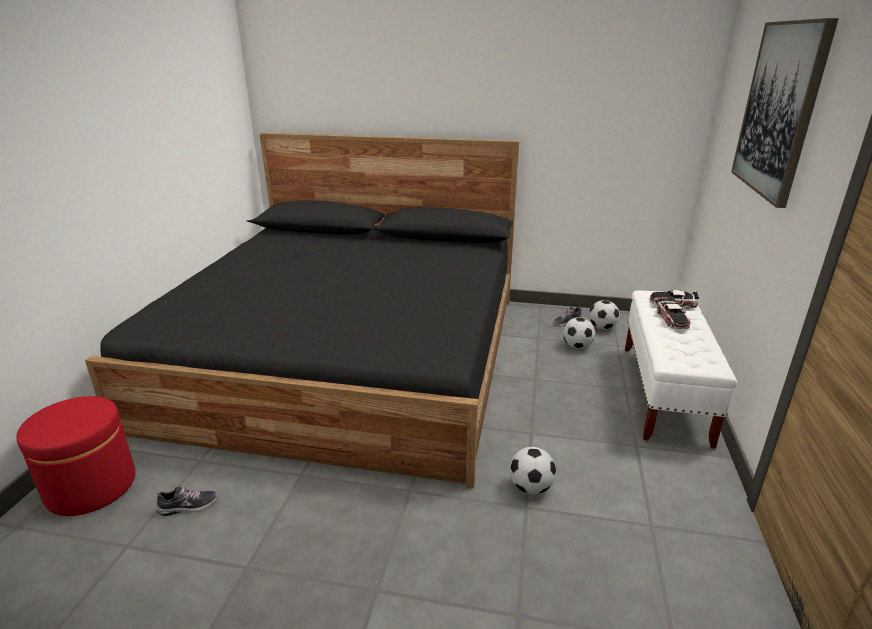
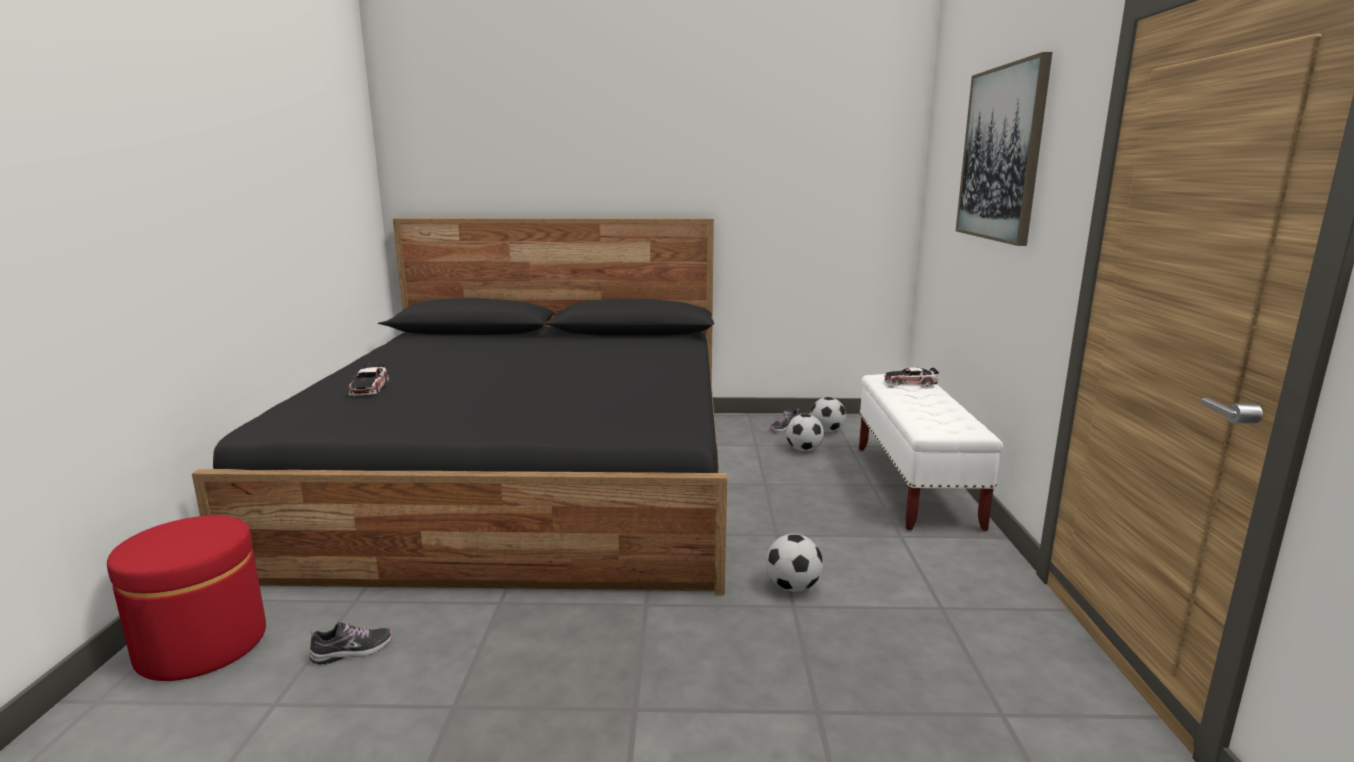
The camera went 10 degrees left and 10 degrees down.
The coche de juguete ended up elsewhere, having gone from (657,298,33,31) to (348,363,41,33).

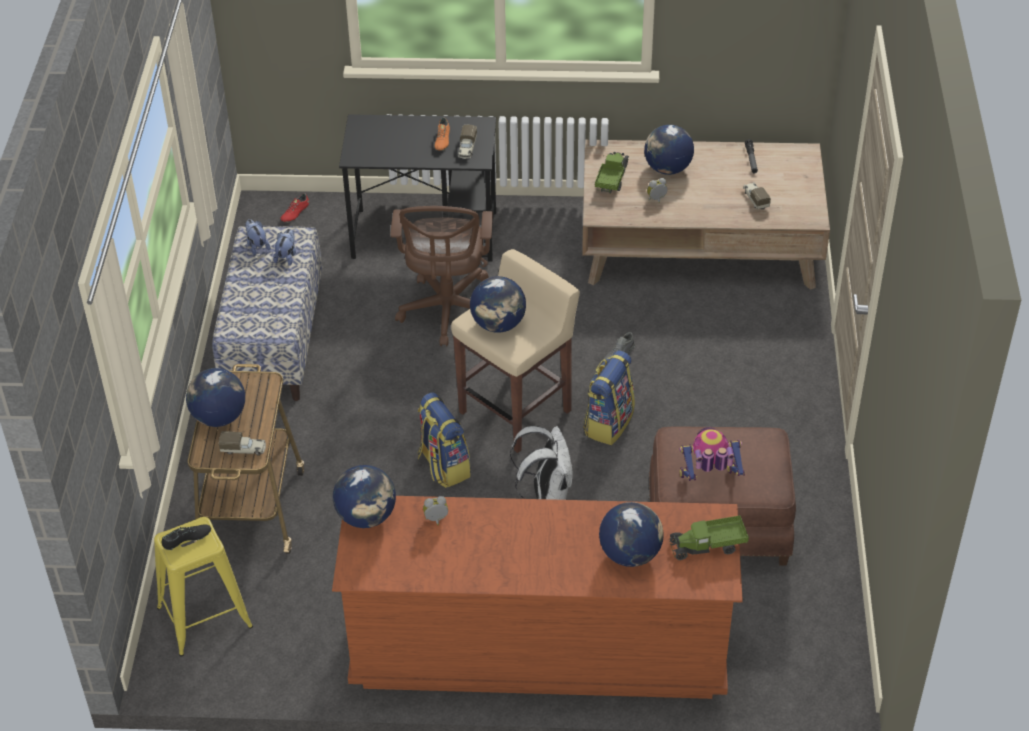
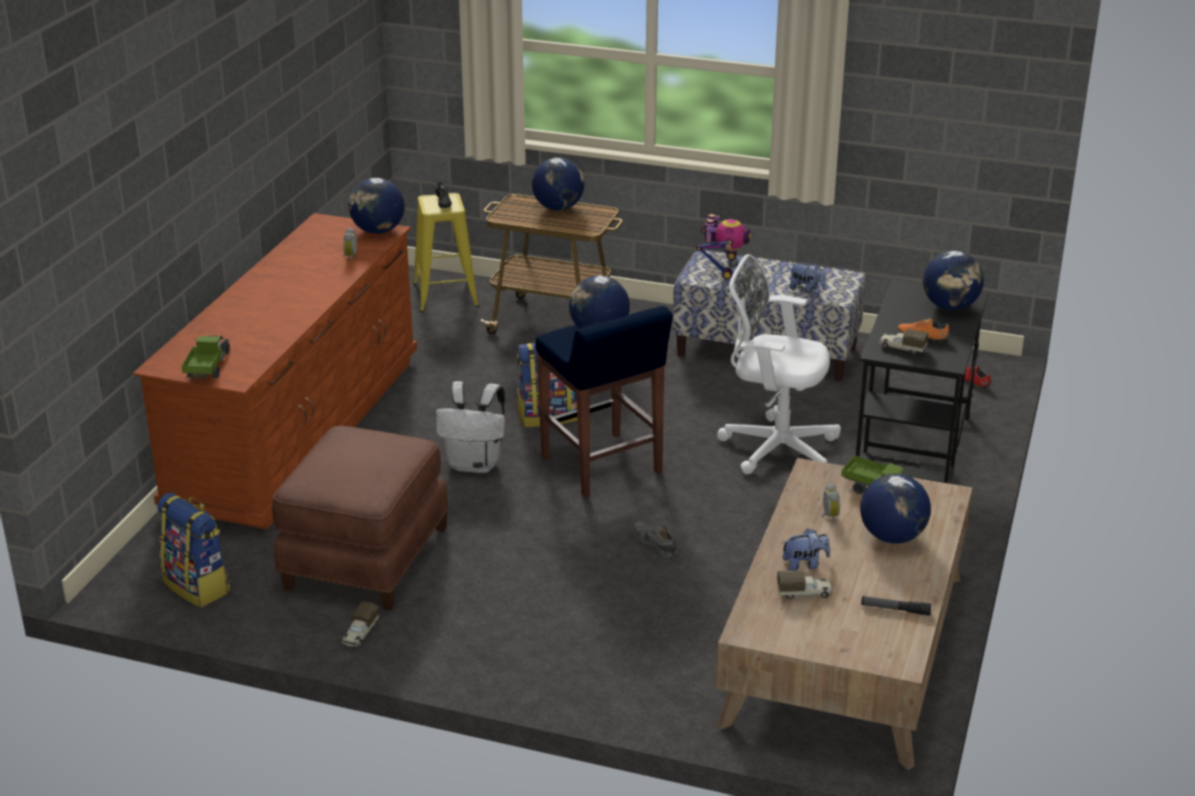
The camera went 105 degrees right and 15 degrees down.
The camión de juguete ended up elsewhere, having gone from (219,431,47,25) to (342,602,37,45).
The peluche ended up elsewhere, having gone from (245,219,25,36) to (782,528,48,43).
The mochila ended up elsewhere, having gone from (583,350,52,95) to (157,493,73,114).
The globo terráqueo ended up elsewhere, having gone from (599,502,65,65) to (923,251,61,59).
The robot de juguete ended up elsewhere, having gone from (679,427,66,54) to (696,214,55,65).
What was the silla de oficina (marrón) at (390,206,103,140) turned into the silla de oficina (blanco) at (717,254,124,221).
What was the taburete (beis) at (451,249,129,204) turned into the taburete (azul) at (535,306,138,192).

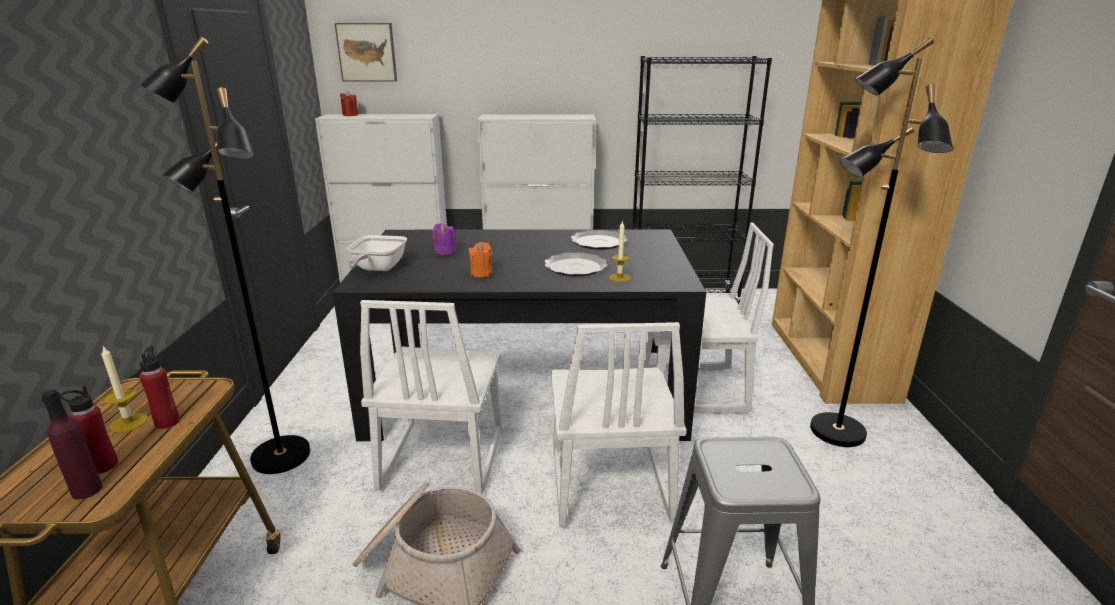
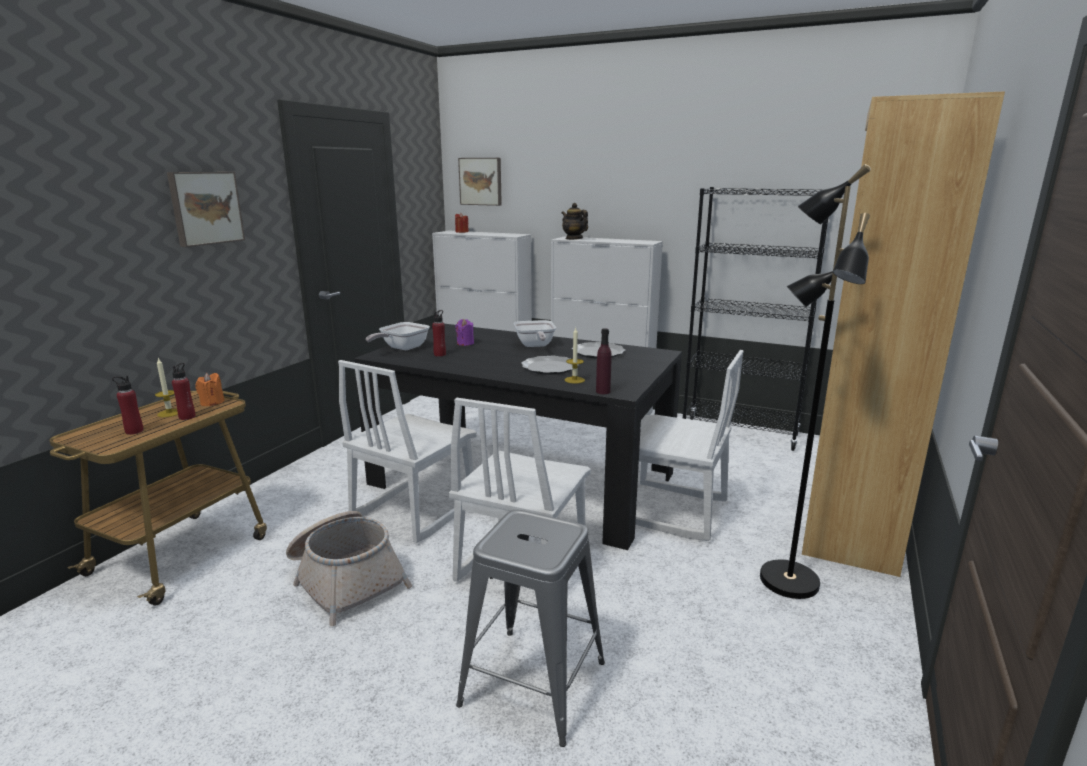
The camera went 25 degrees right and 5 degrees down.
The second view lost the lámpara de pie (negro) at (140,37,170,437).
The second view gained the cuadro at (167,172,78,75).
The second view gained the botella (rojo) at (432,310,14,47).
The second view gained the sartén at (514,320,42,27).
The second view gained the tetera at (562,203,26,37).
The botella (morado) ended up elsewhere, having gone from (41,389,61,110) to (596,328,16,66).
The vela (naranja) ended up elsewhere, having gone from (469,242,24,36) to (195,373,30,33).

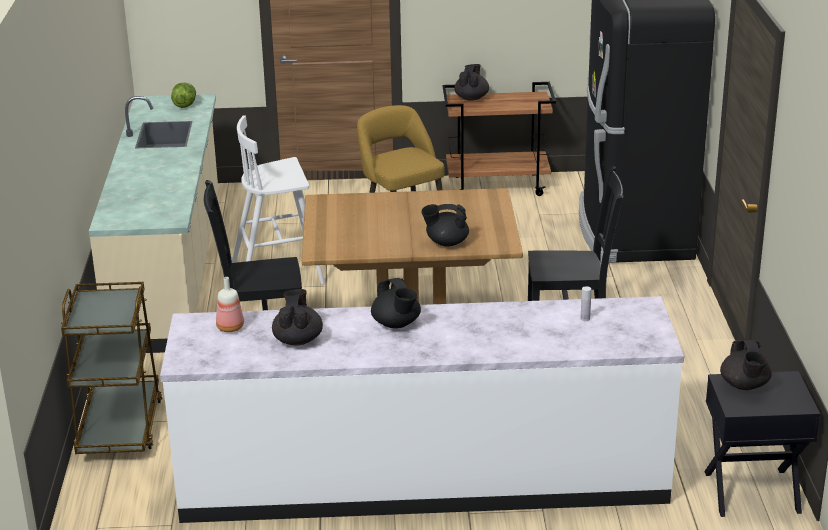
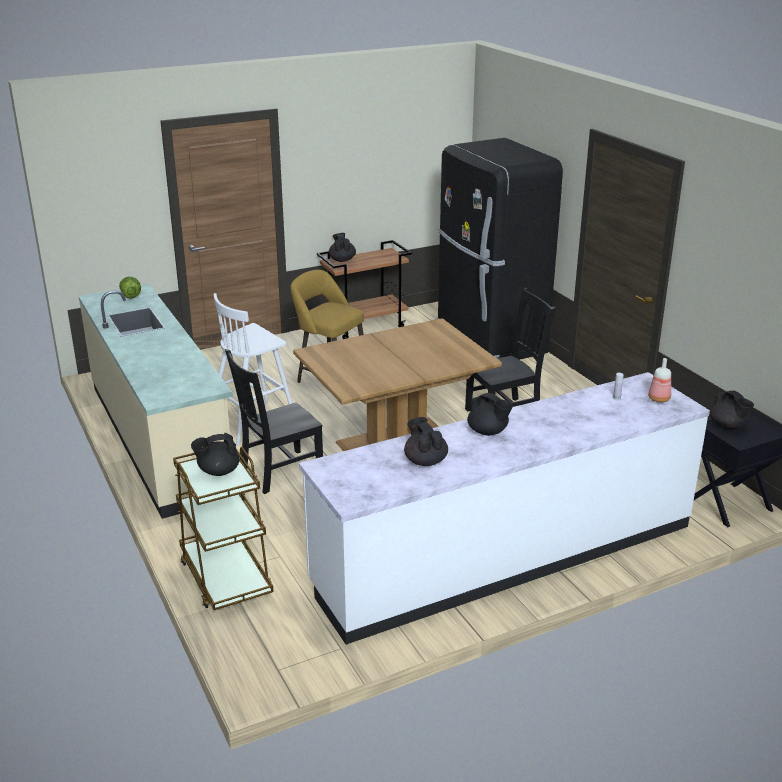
The camera went 25 degrees left and 0 degrees up.
The botella ended up elsewhere, having gone from (216,277,28,55) to (648,358,23,45).
The tetera (negro) ended up elsewhere, having gone from (421,204,48,43) to (191,433,49,43).

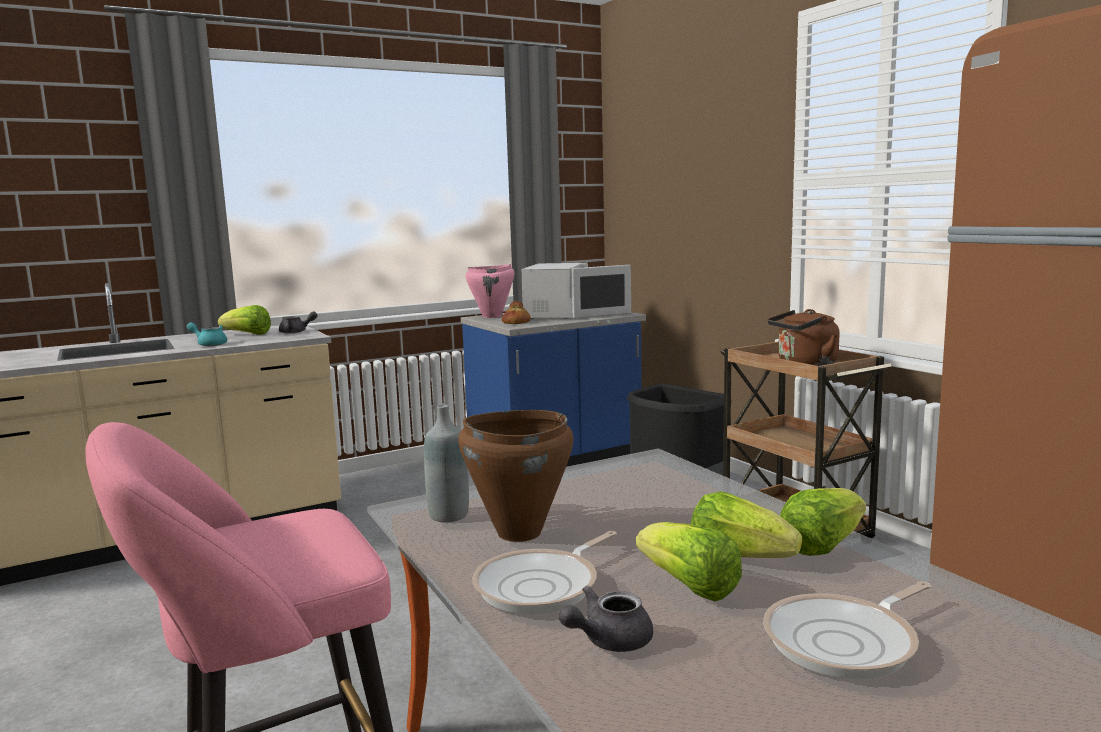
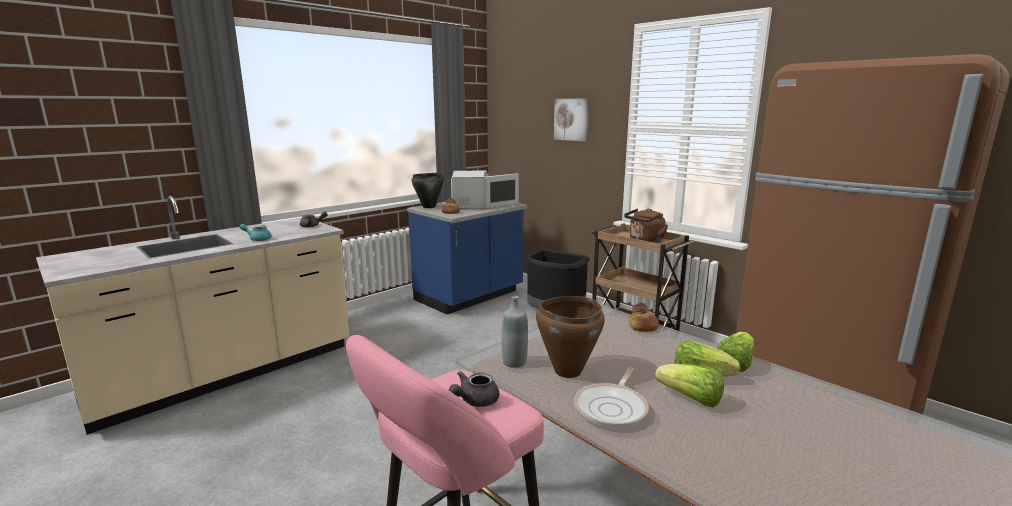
The camera went 15 degrees left and 5 degrees up.
The second view lost the lechuga at (218,305,53,30).
The second view lost the sartén at (763,581,168,99).
The second view gained the cuadro at (554,98,35,43).
The second view gained the pan at (628,303,31,29).
The tetera (gris) ended up elsewhere, having gone from (559,586,94,66) to (449,371,50,36).
What was the olla (rosa) at (466,264,48,54) turned into the olla (negro) at (411,173,33,35).

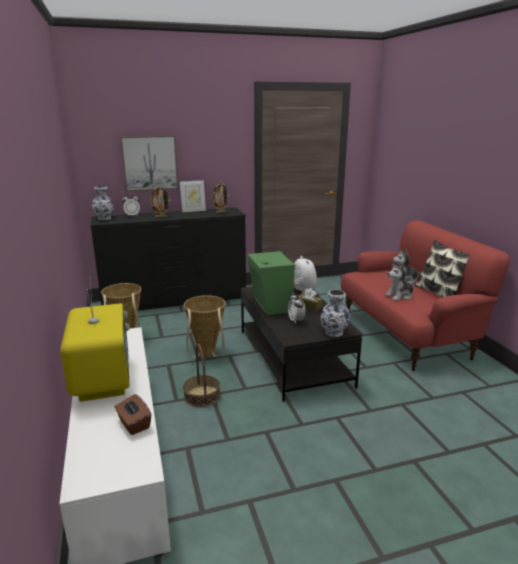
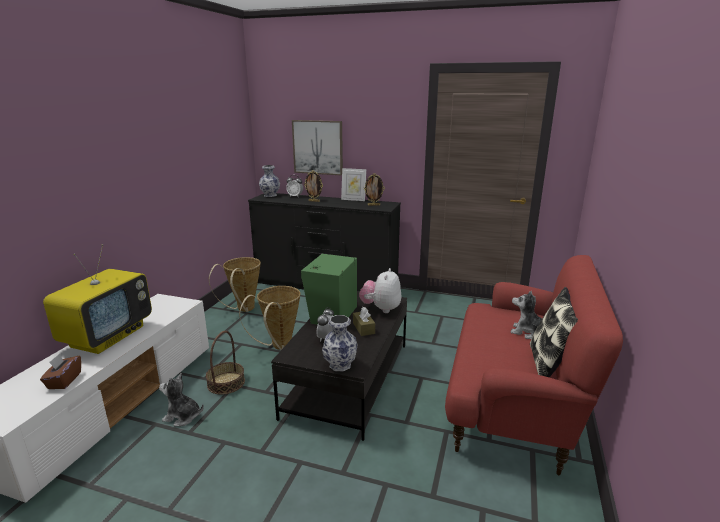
The camera went 35 degrees right and 0 degrees up.
The peluche ended up elsewhere, having gone from (385,263,31,38) to (159,373,45,53).

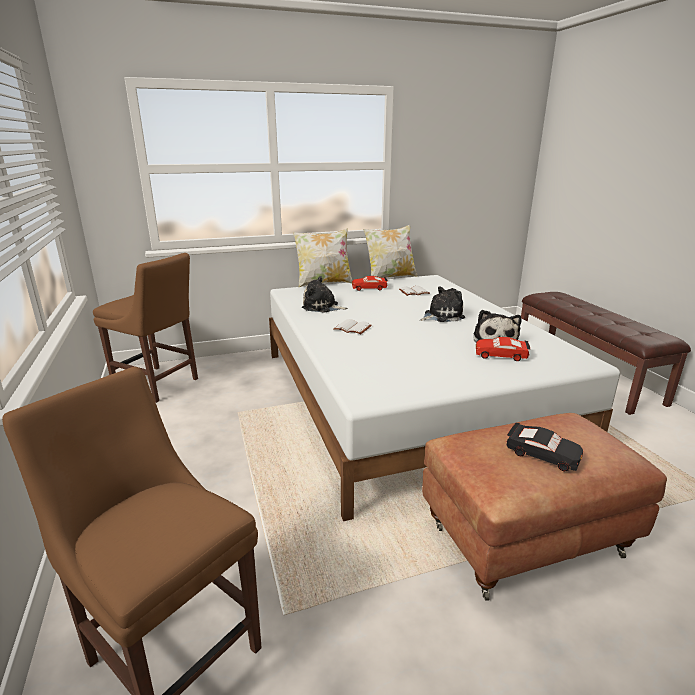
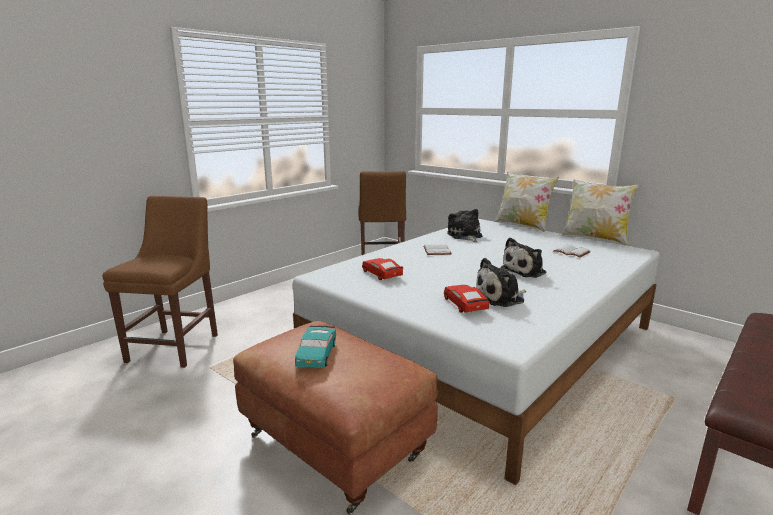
The camera went 60 degrees right and 5 degrees down.
The coche de juguete (rojo) ended up elsewhere, having gone from (352,276,36,15) to (362,258,41,22).
What was the coche de juguete (negro) at (506,423,77,48) turned into the coche de juguete (turquesa) at (295,326,41,42).
The peluche at (420,286,45,36) ended up facing another way, 105 degrees clockwise from before.

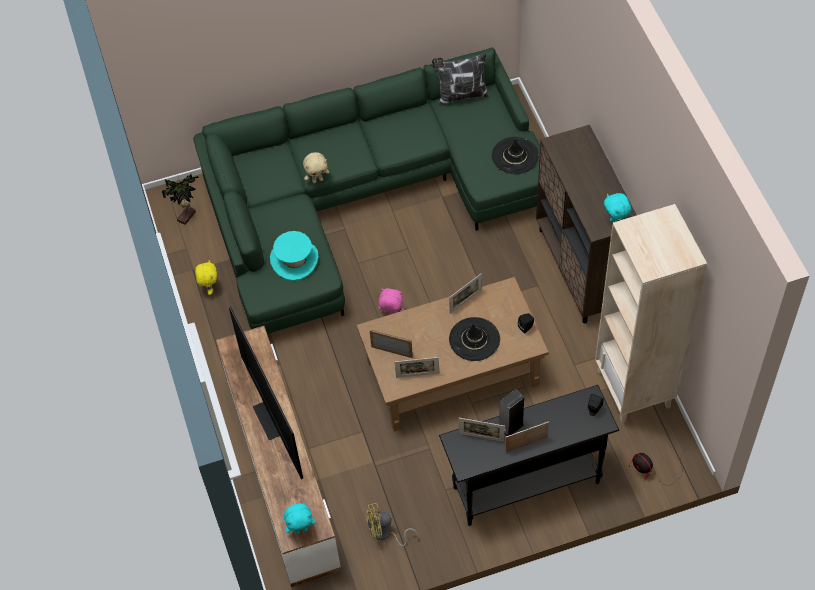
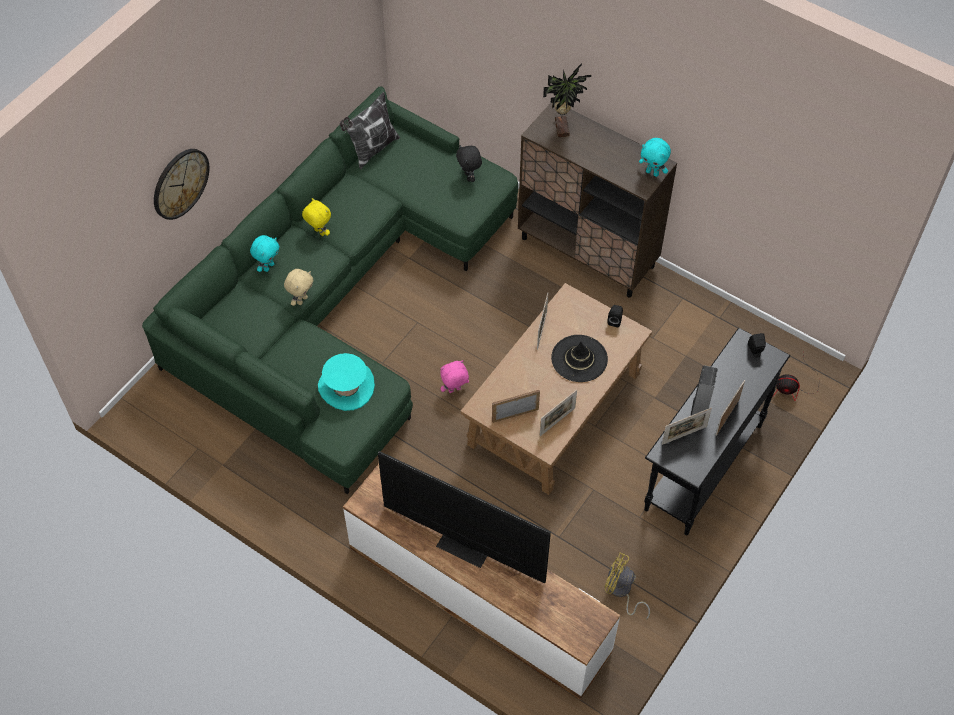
The camera went 40 degrees left and 0 degrees up.
The second view lost the estantería (beis) at (595,204,112,219).
The second view gained the reloj de pared at (154,149,55,71).
The planta en maceta ended up elsewhere, having gone from (162,174,37,51) to (543,63,49,74).
The peluche (amarillo) ended up elsewhere, having gone from (195,260,22,35) to (302,198,29,38).
The peluche (turquesa) ended up elsewhere, having gone from (284,503,31,31) to (250,235,30,37).
Where the sombrero (negro) stood at (492,137,47,37), the peluche (negro) came to stand at (456,145,26,37).
The ventilador (amarillo) at (365,503,54,43) ended up facing another way, 75 degrees clockwise from before.

